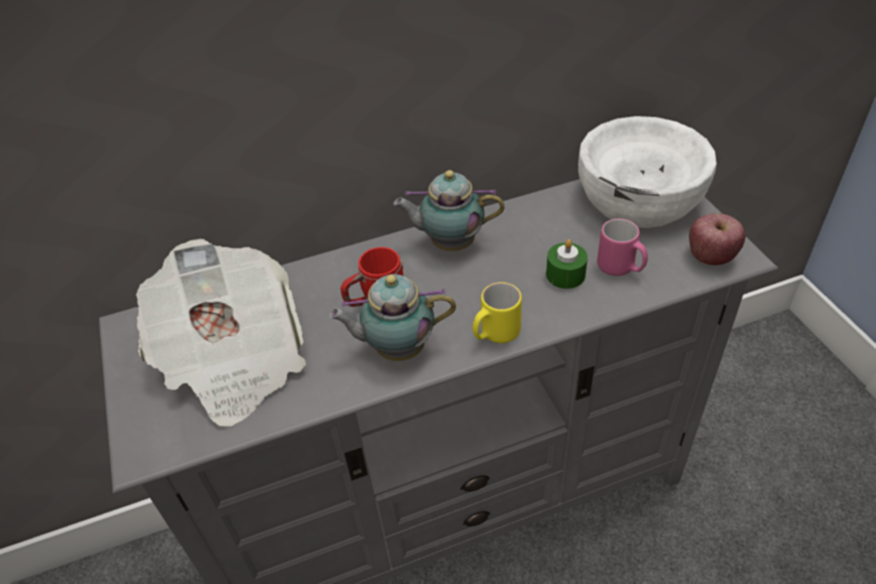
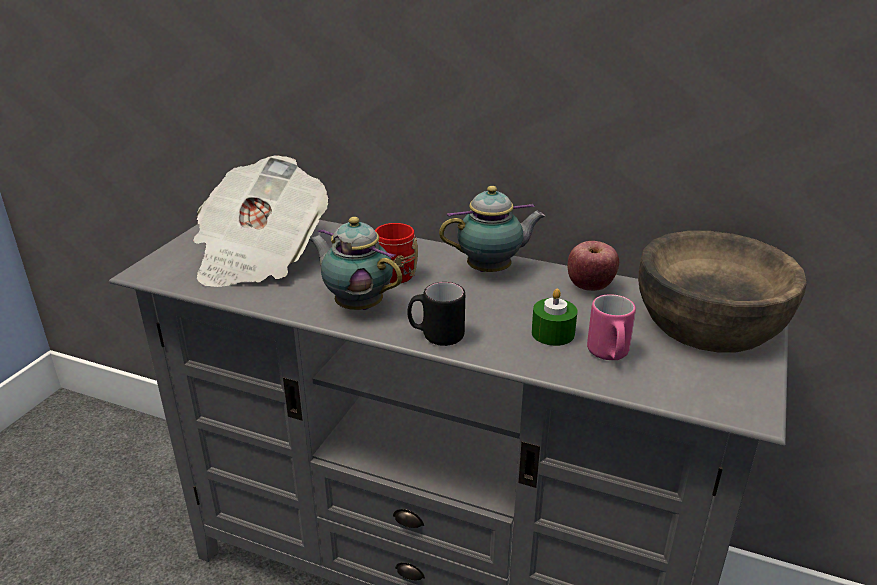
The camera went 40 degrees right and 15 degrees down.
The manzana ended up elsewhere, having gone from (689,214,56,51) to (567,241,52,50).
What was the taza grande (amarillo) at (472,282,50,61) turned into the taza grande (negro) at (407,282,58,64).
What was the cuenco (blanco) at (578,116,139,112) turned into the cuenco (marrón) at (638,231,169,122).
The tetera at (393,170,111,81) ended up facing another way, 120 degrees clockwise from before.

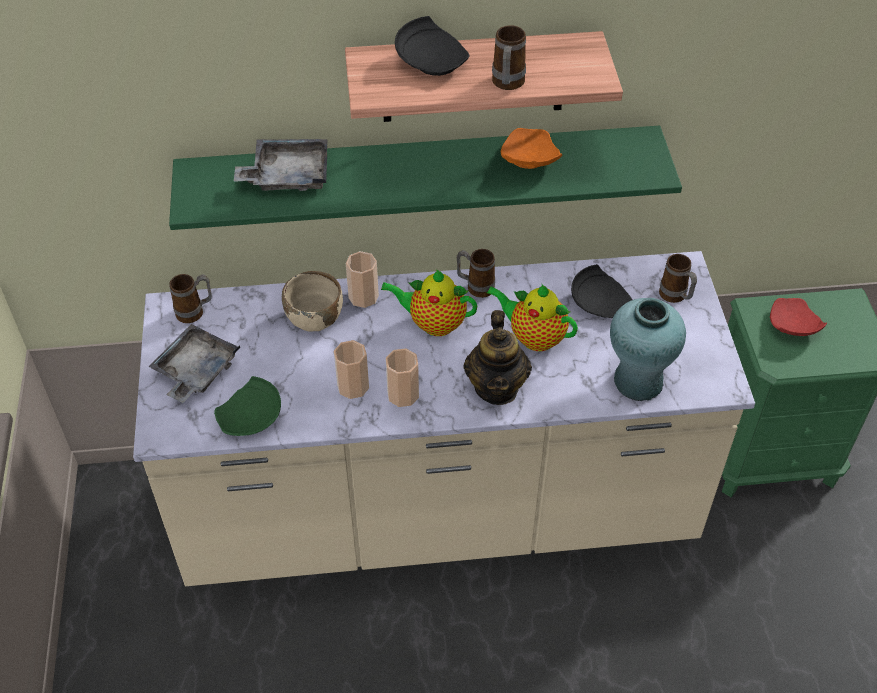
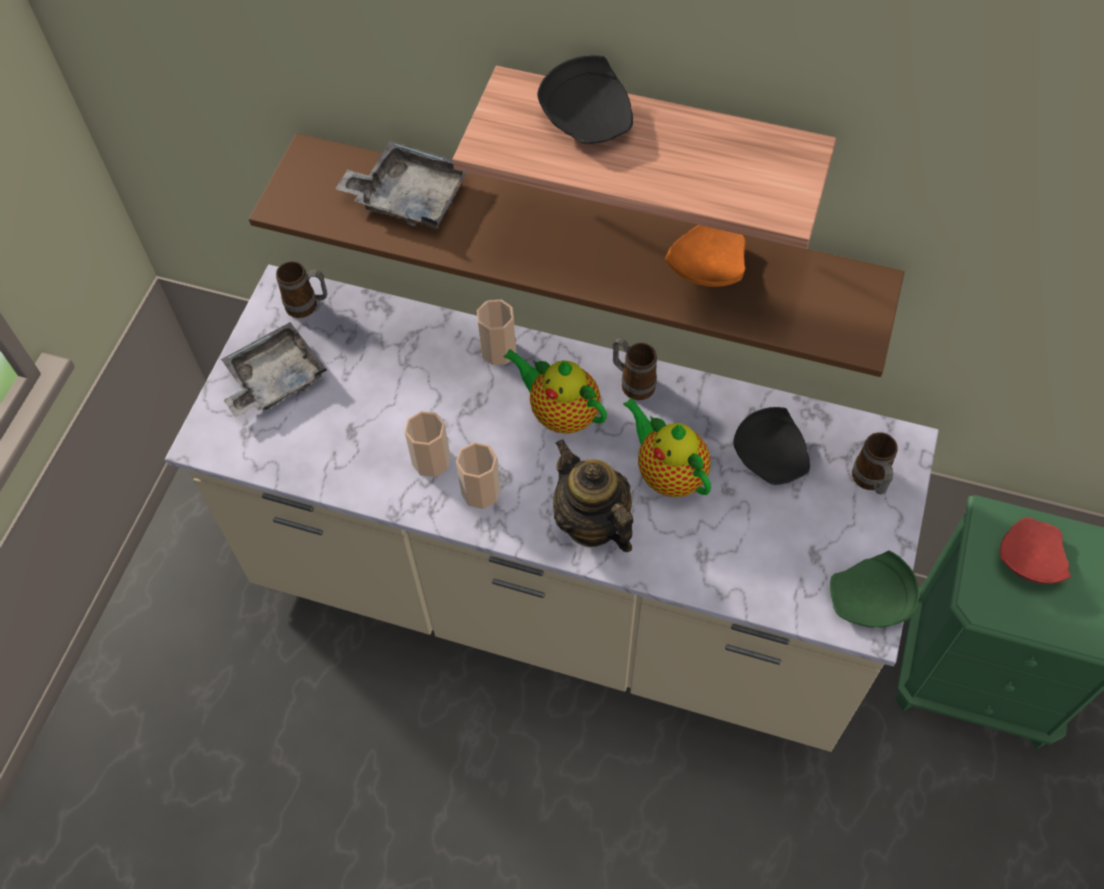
The camera went 25 degrees right and 10 degrees up.
The second view lost the cuenco (beis) at (282,271,61,60).
The second view lost the taza grande at (492,26,34,64).
The second view lost the florero (turquesa) at (610,298,76,103).
The plato (verde) ended up elsewhere, having gone from (214,376,67,60) to (830,550,89,78).
What was the estante (verde) at (169,125,513,105) turned into the estante (marrón) at (249,133,655,244).
The tetera at (463,310,69,95) ended up facing another way, 120 degrees clockwise from before.

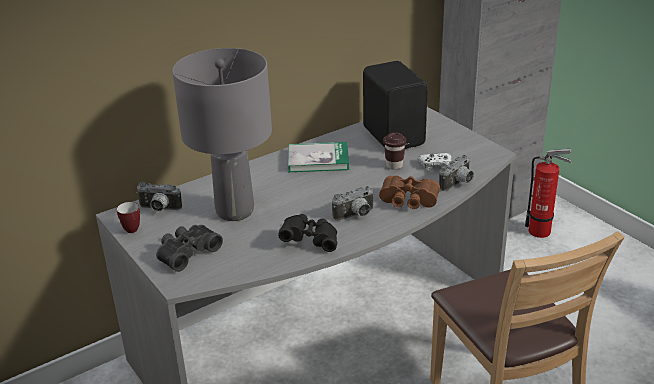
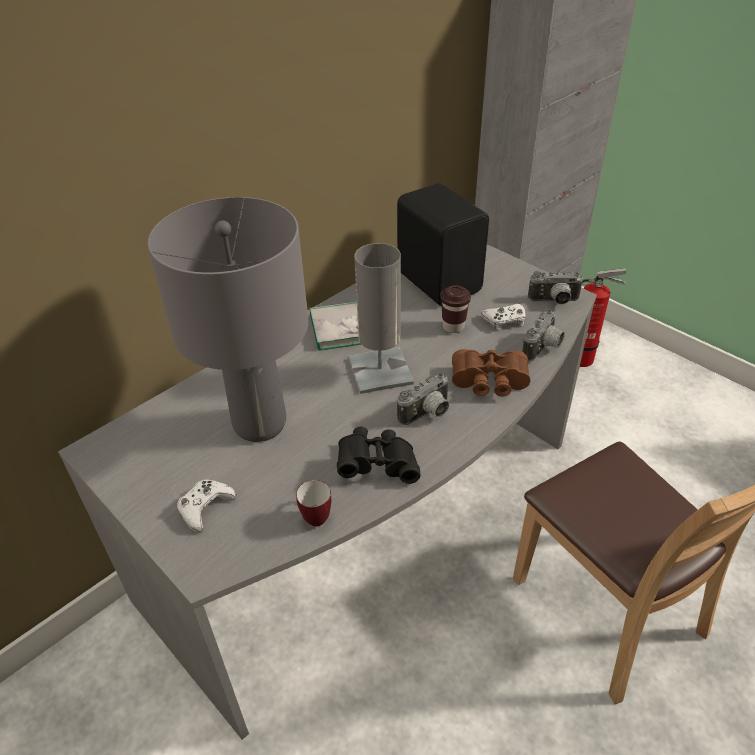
The camera went 10 degrees left and 10 degrees up.
The second view gained the lámpara de mesa (gris) at (348,243,66,151).
The taza grande ended up elsewhere, having gone from (117,202,23,31) to (296,480,36,46).
The cámara ended up elsewhere, having gone from (136,182,46,30) to (528,271,55,34).
Where the prismáticos (negro) stood at (156,225,67,47), the mando de consola (blanco) came to stand at (177,480,59,52).

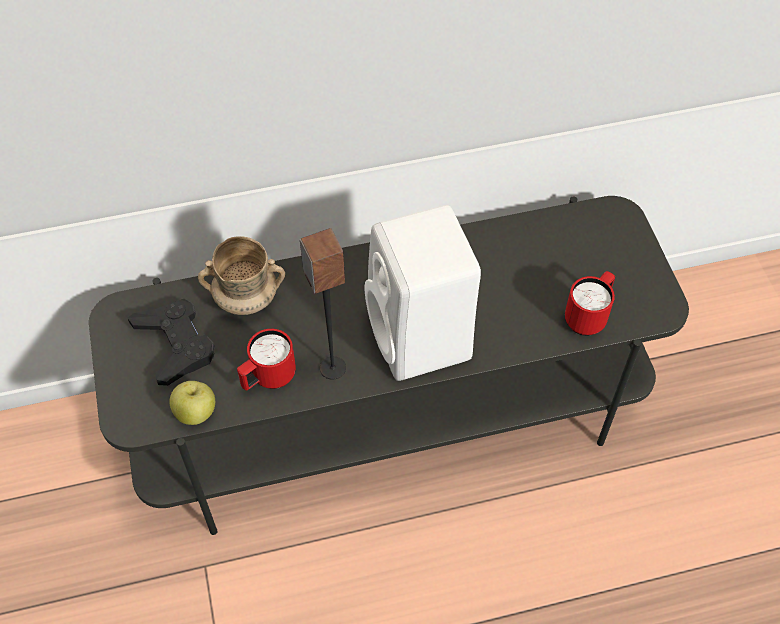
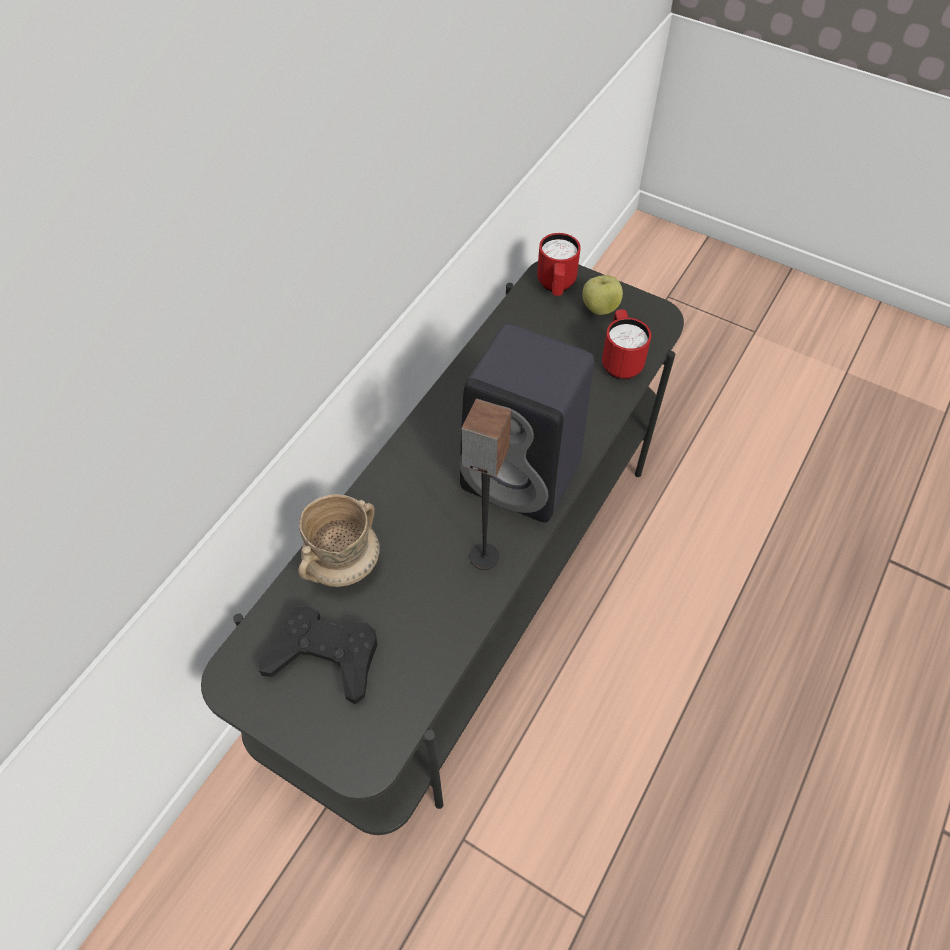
The camera went 45 degrees left and 0 degrees up.
The manzana ended up elsewhere, having gone from (169,381,46,44) to (582,275,41,40).
The taza grande (rojo) ended up elsewhere, having gone from (237,328,59,62) to (537,233,44,63).
What was the altavoz (blanco) at (365,205,116,176) turned into the altavoz (negro) at (459,324,136,198).

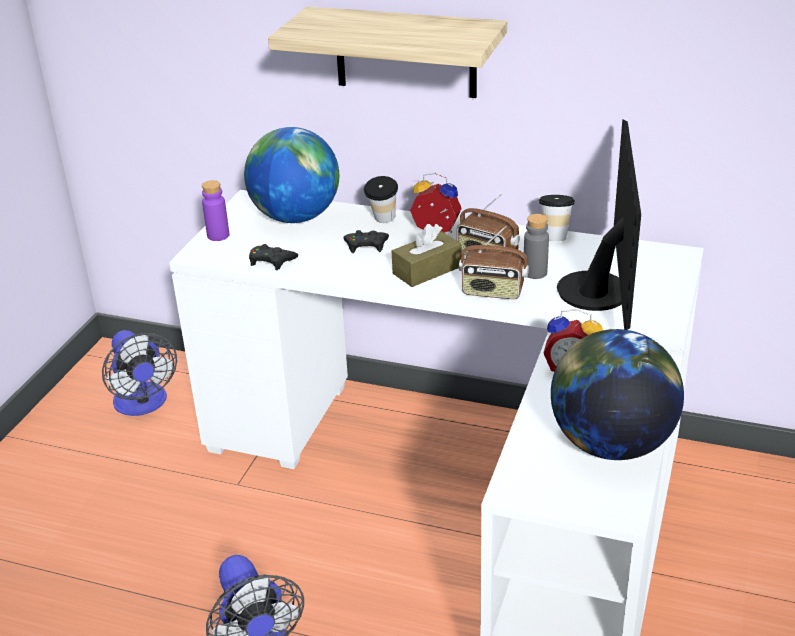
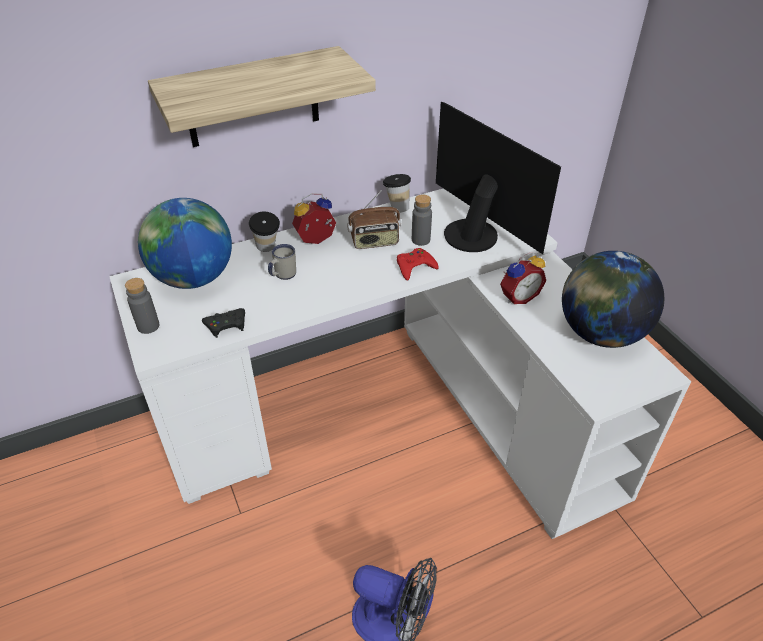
The camera went 45 degrees left and 10 degrees up.
The second view lost the ventilador at (102,330,75,86).
The second view lost the caja de pañuelos (marrón) at (392,224,69,63).
Where the mando de consola (negro) stood at (343,230,46,23), the taza grande (blanco) came to stand at (268,244,28,36).
Where the radio stood at (459,226,70,73), the mando de consola (rojo) came to stand at (397,248,42,33).
What was the botella (morado) at (202,180,27,61) turned into the botella (gris) at (125,278,34,56).

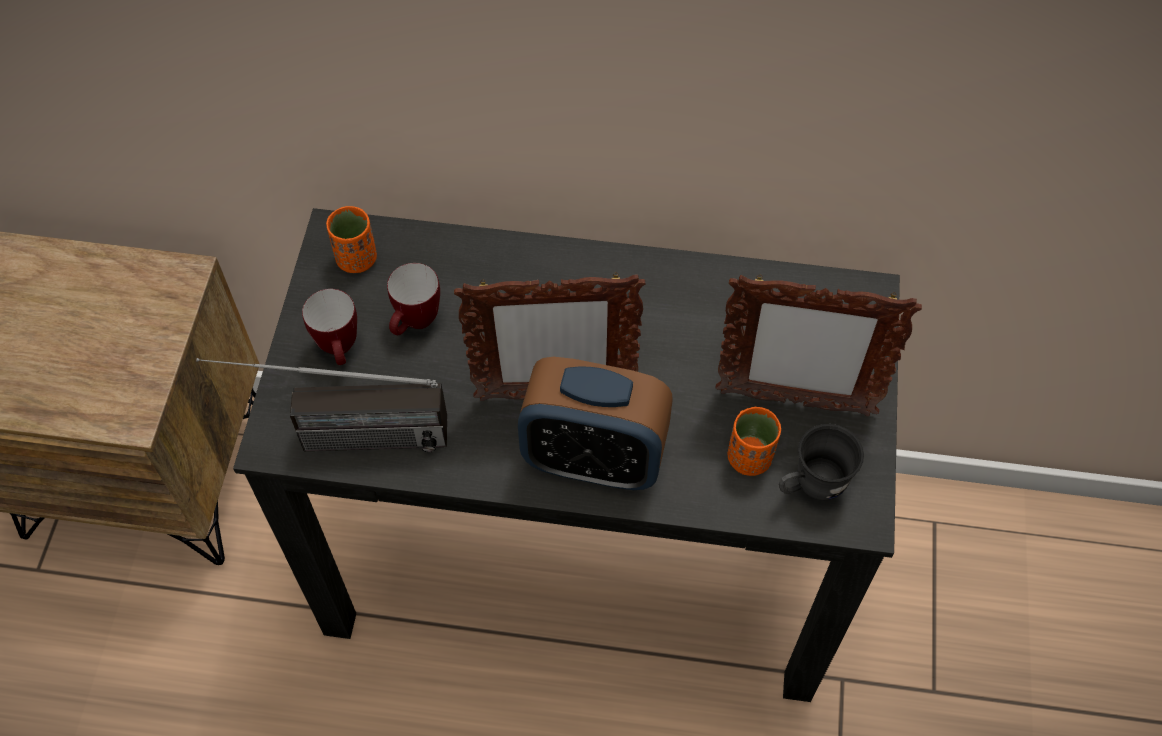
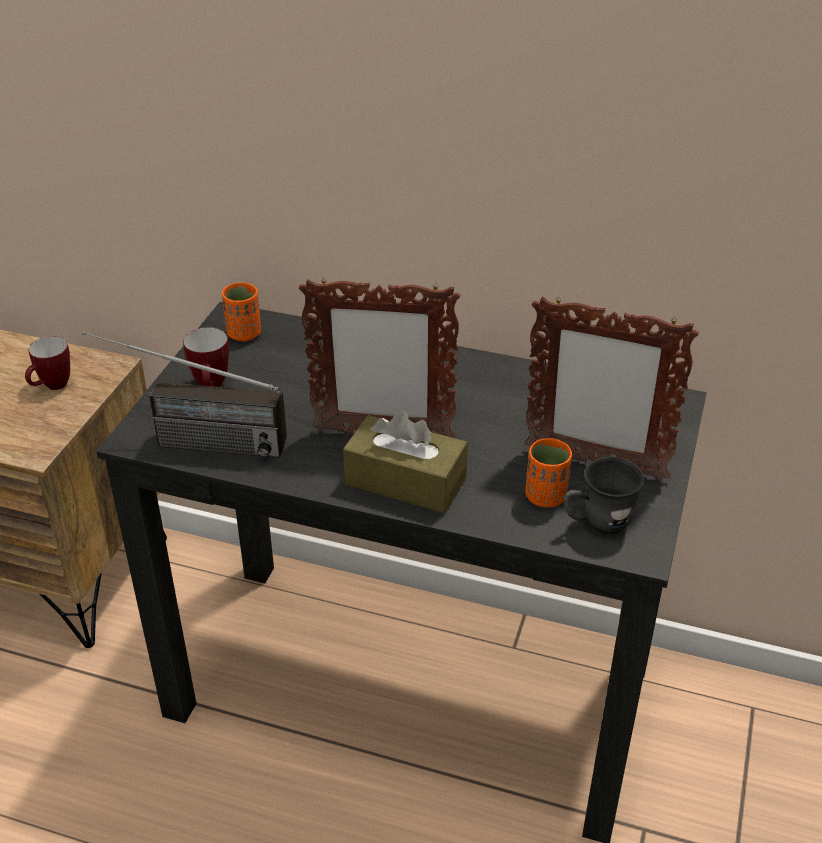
The camera went 10 degrees right and 20 degrees down.
The taza grande ended up elsewhere, having gone from (387,263,53,72) to (25,336,45,54).
Where the despertador stood at (518,357,155,133), the caja de pañuelos (marrón) came to stand at (343,410,125,103).

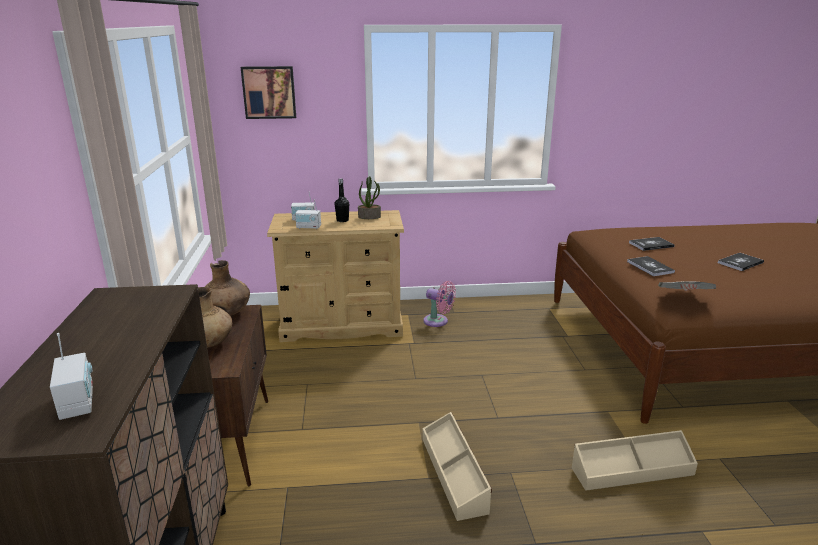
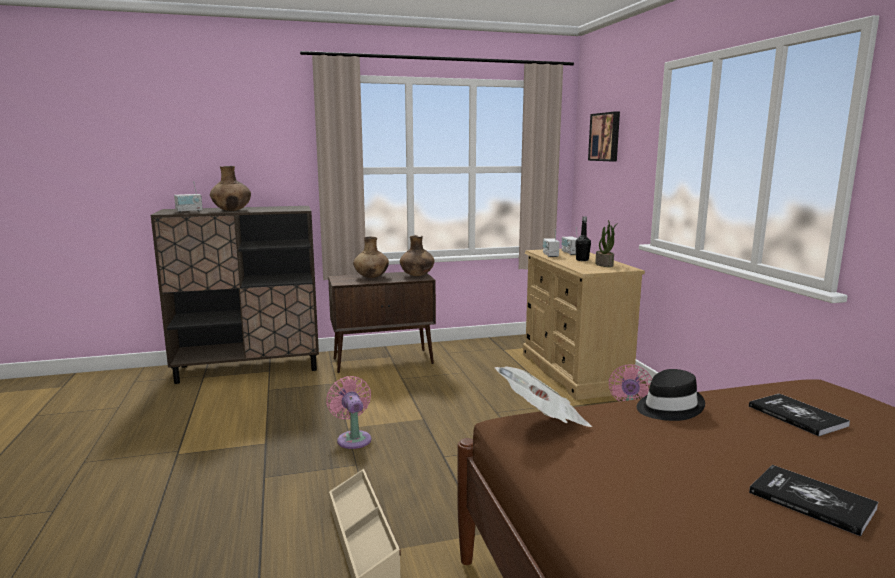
The camera went 80 degrees right and 10 degrees down.
The second view gained the florero (marrón) at (210,166,41,45).
Where the caja de almacenaje (beis) stood at (422,412,70,109), the ventilador (rosa) came to stand at (326,376,45,73).
Where the libro stood at (627,256,48,20), the sombrero (negro) came to stand at (637,369,68,52).

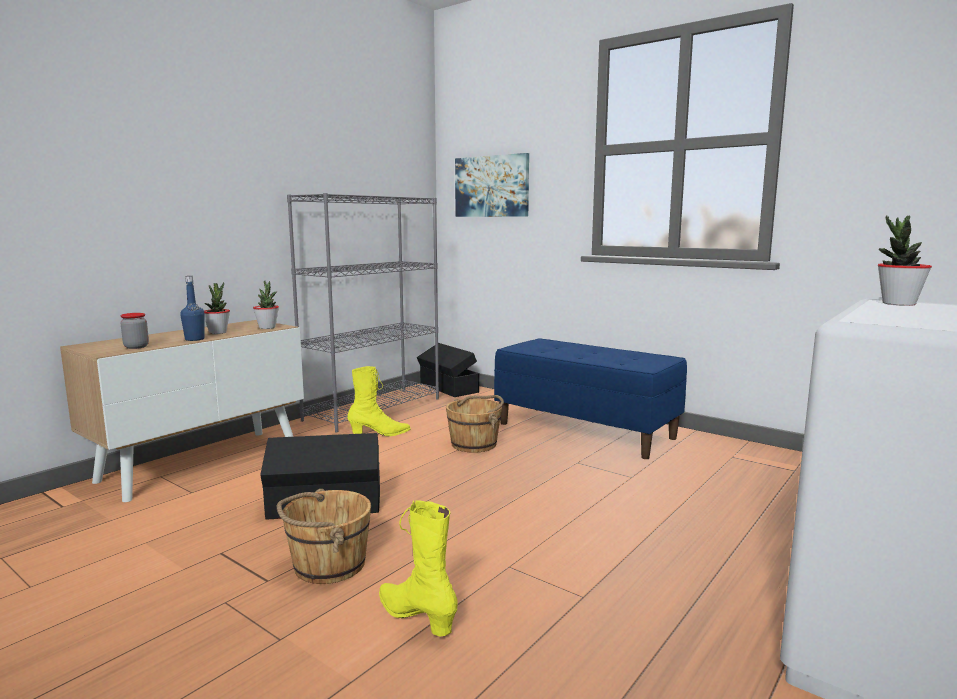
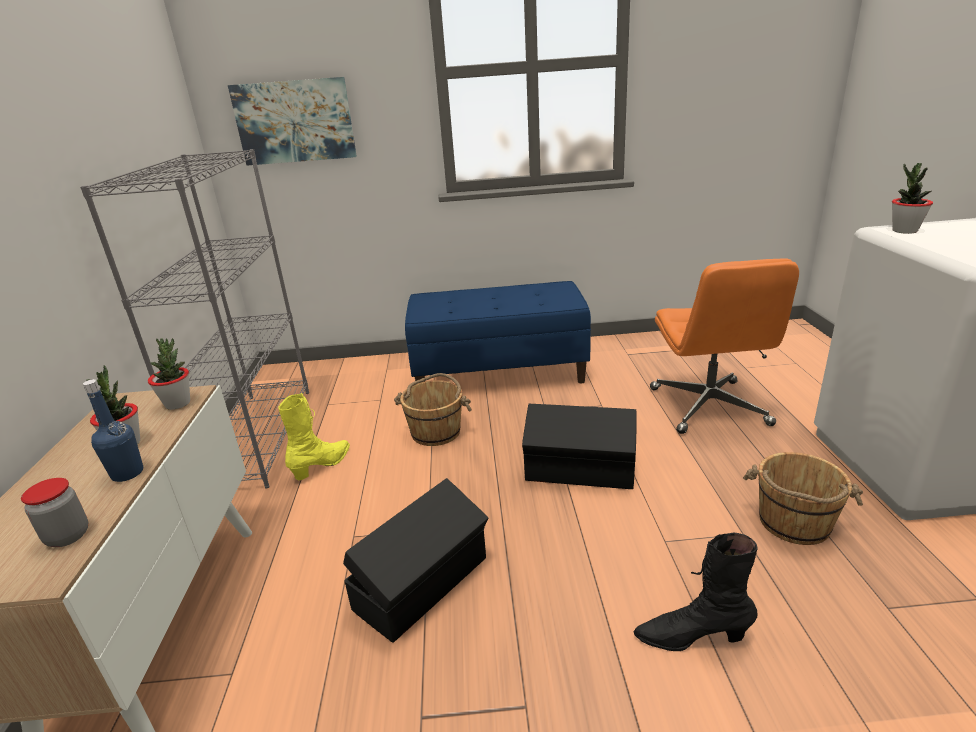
The camera went 40 degrees left and 15 degrees up.
The second view gained the silla de oficina (naranja) at (650,258,149,176).
The cubo (marrón) ended up elsewhere, having gone from (277,489,94,95) to (743,452,120,93).
The caja de almacenaje (negro) ended up elsewhere, having gone from (417,343,62,54) to (522,404,115,85).
What was the bota (amarillo) at (379,500,79,137) turned into the bota (negro) at (633,533,125,118).

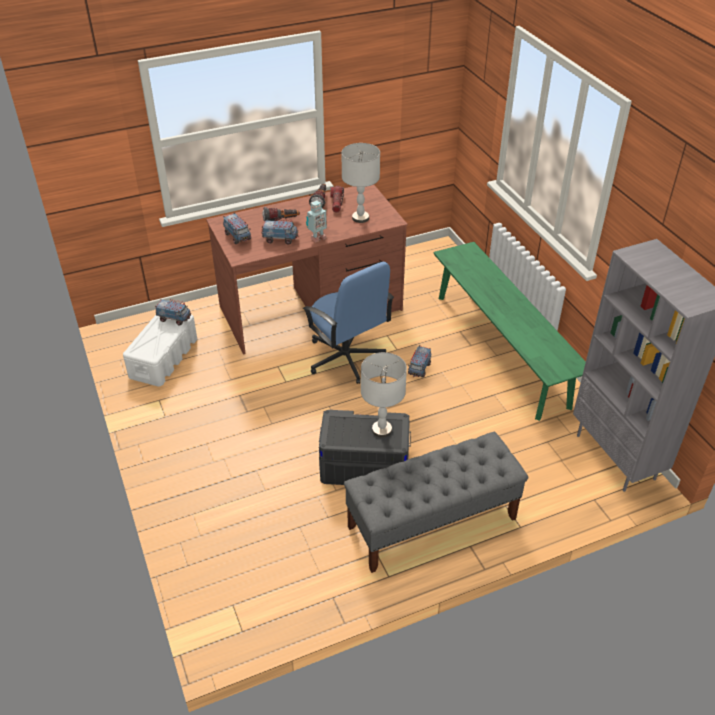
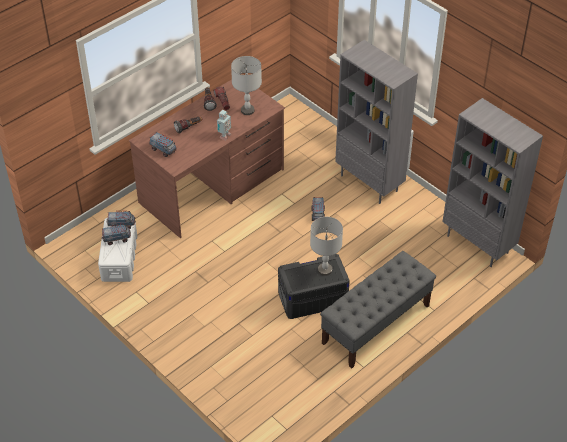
The camera went 20 degrees left and 5 degrees up.
The second view lost the silla de oficina (azul) at (302,262,92,122).
The camión de juguete ended up elsewhere, having gone from (261,218,38,27) to (102,224,29,21).
Where the banco (verde) stood at (433,242,153,179), the estantería (gris) came to stand at (335,40,83,164).

